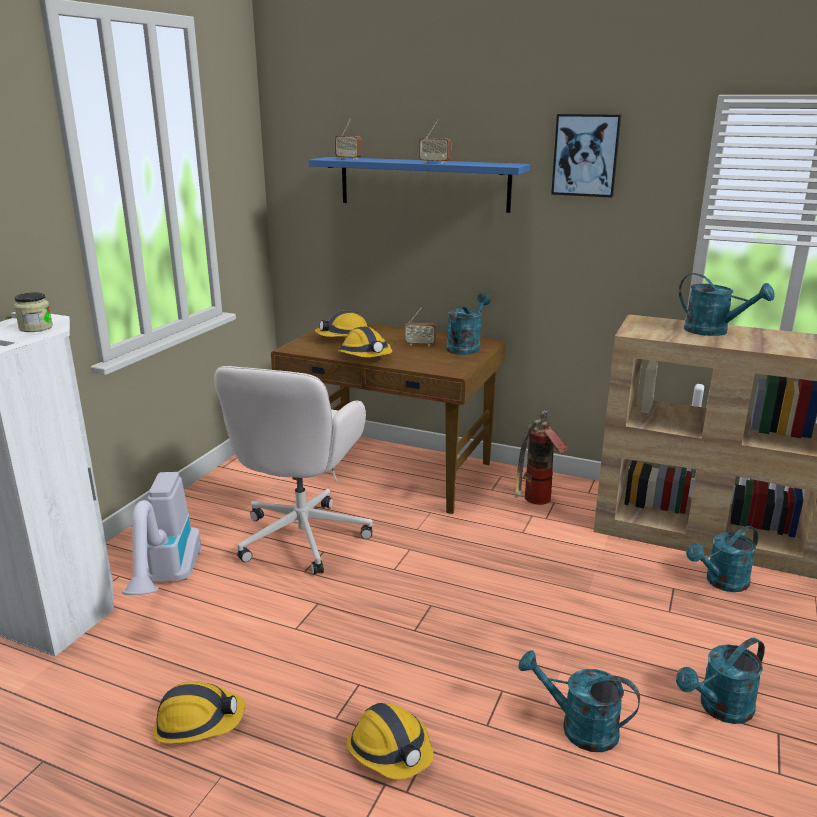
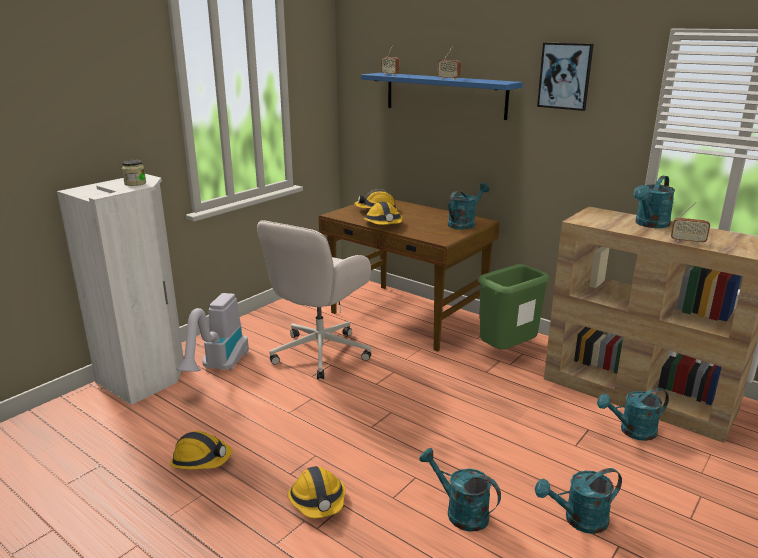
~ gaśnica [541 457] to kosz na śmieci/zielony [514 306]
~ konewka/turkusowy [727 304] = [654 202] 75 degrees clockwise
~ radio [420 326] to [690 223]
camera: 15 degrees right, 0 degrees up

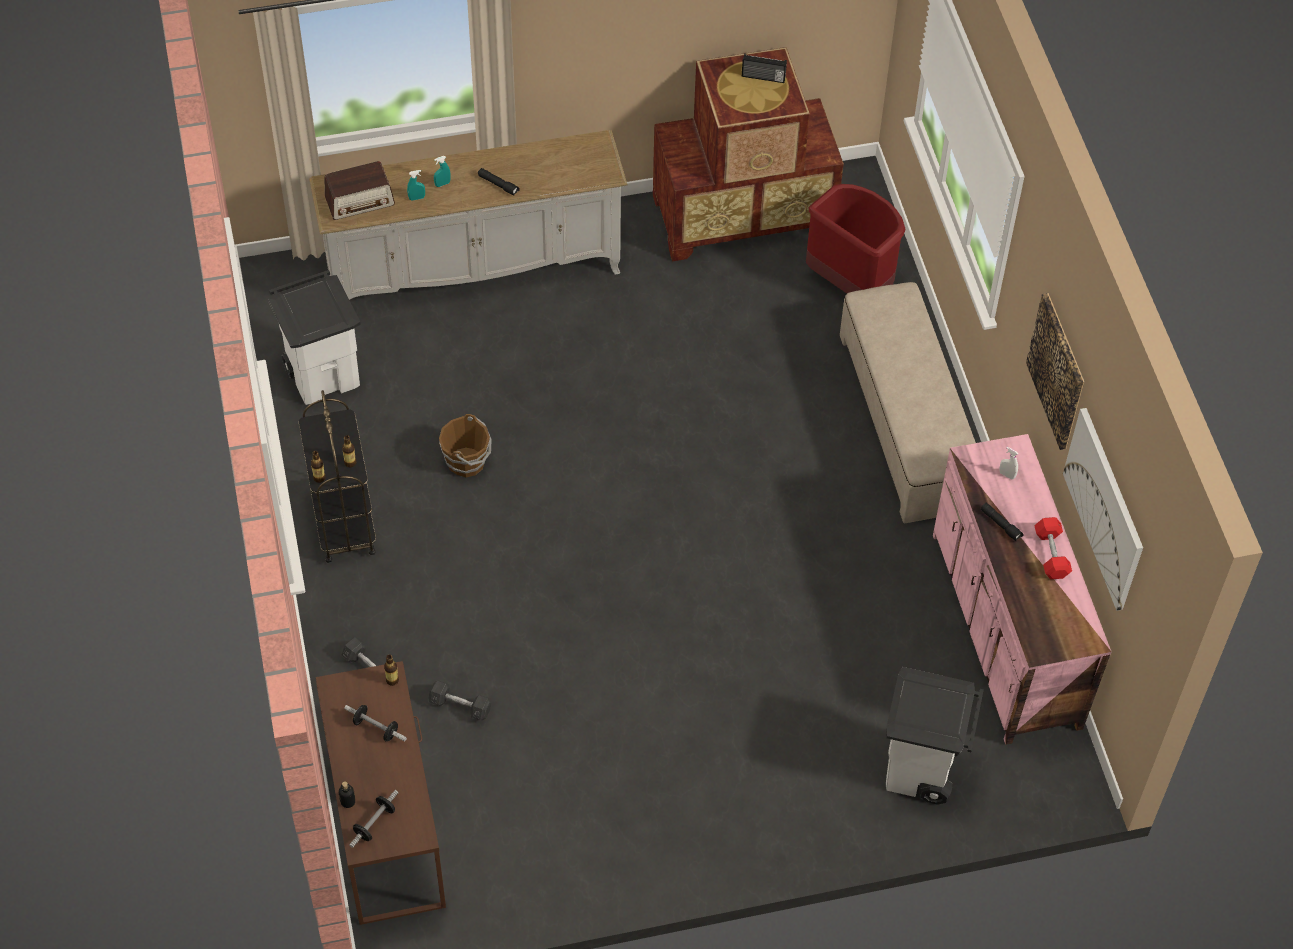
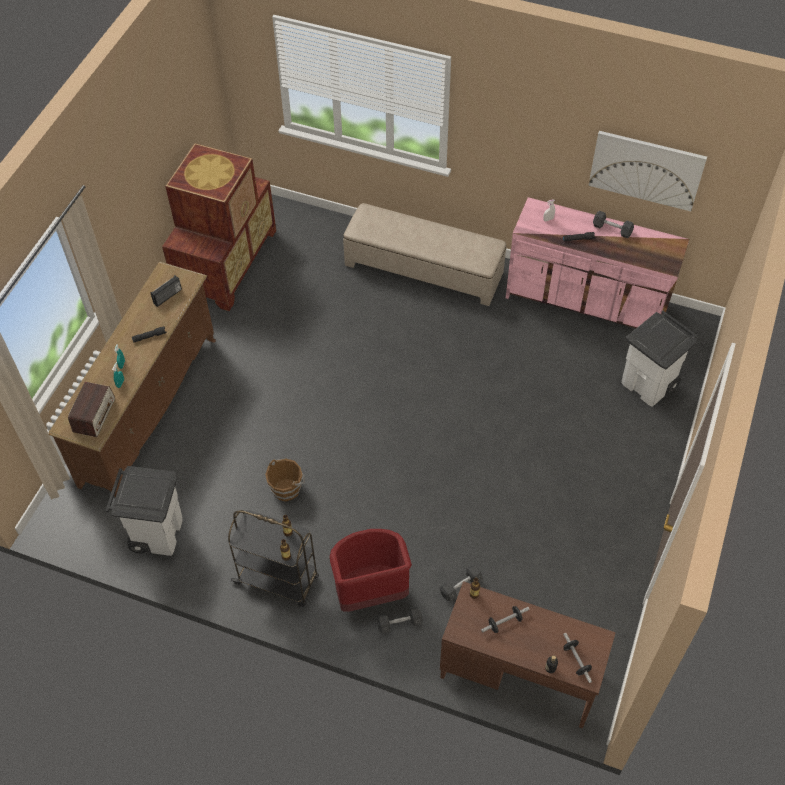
~ szafka/szary [468 215] to szafka/brązowy [132 380]
~ radio [764 68] to [166 291]
~ kosz na śmieci/czerwony [856 239] to [371 570]
~ hantel/czerwony [1053 548] to hantel/szary [613 224]
- obraz [1055 371]
camera: 55 degrees left, 0 degrees up

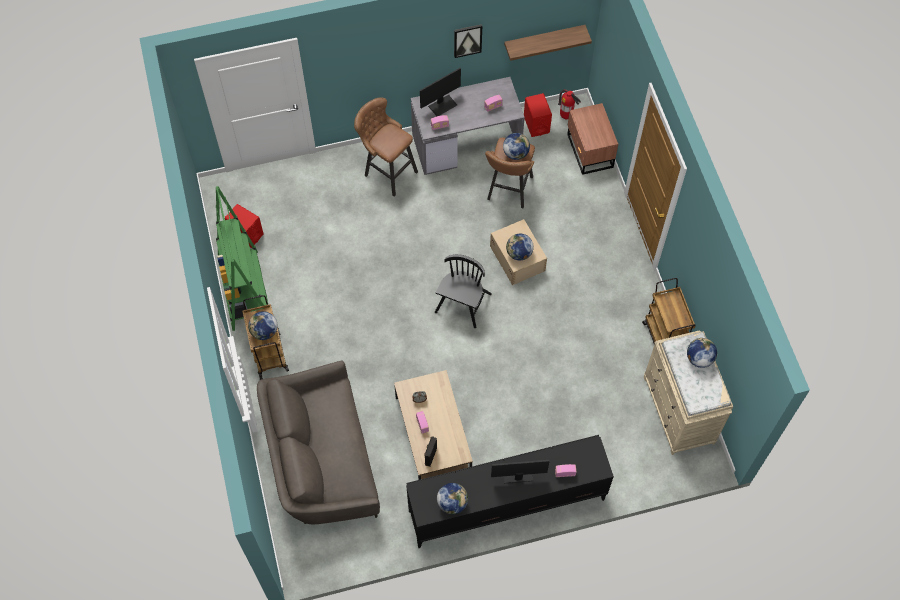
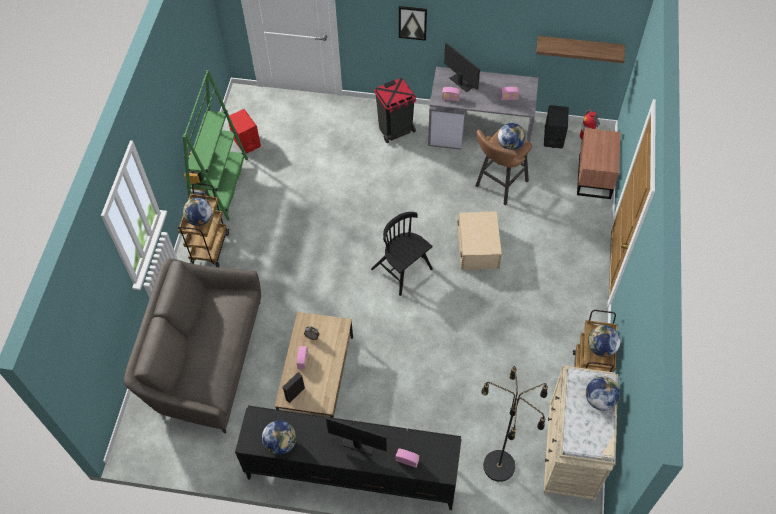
~ krzesło/czarny [463 291] = [402 254] 90 degrees counterclockwise
~ stołek/brązowy [386 146] to kosz na śmieci/czarny [395 110]
~ obraz [468 41] to [413 23]
~ monitor [440 92] = [462 67] 120 degrees counterclockwise
+ lampa stojąca [514 424]
~ głośnik/czerwony [538 115] to głośnik/czarny [556 126]
~ globus [520 247] to [604 341]
camera: 25 degrees right, 5 degrees down

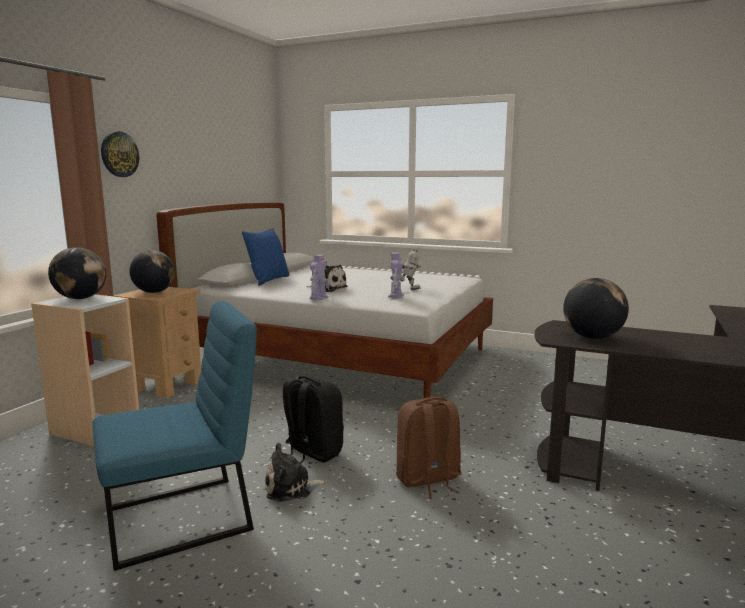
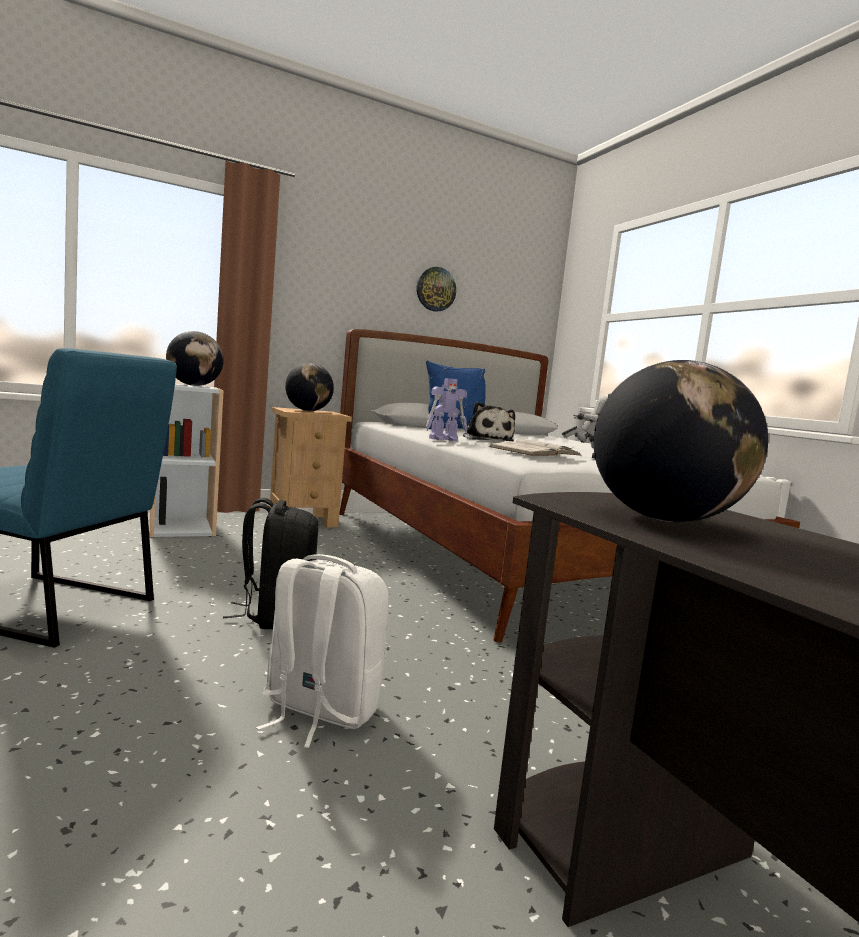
~ plecak/brązowy [429 448] to plecak/biały [322 651]
~ zegar ścienny [120 154] to [436 289]
~ robot zabawkowy [396 275] to książka/biały [535 447]
- pluszak [296 472]
camera: 40 degrees right, 5 degrees down

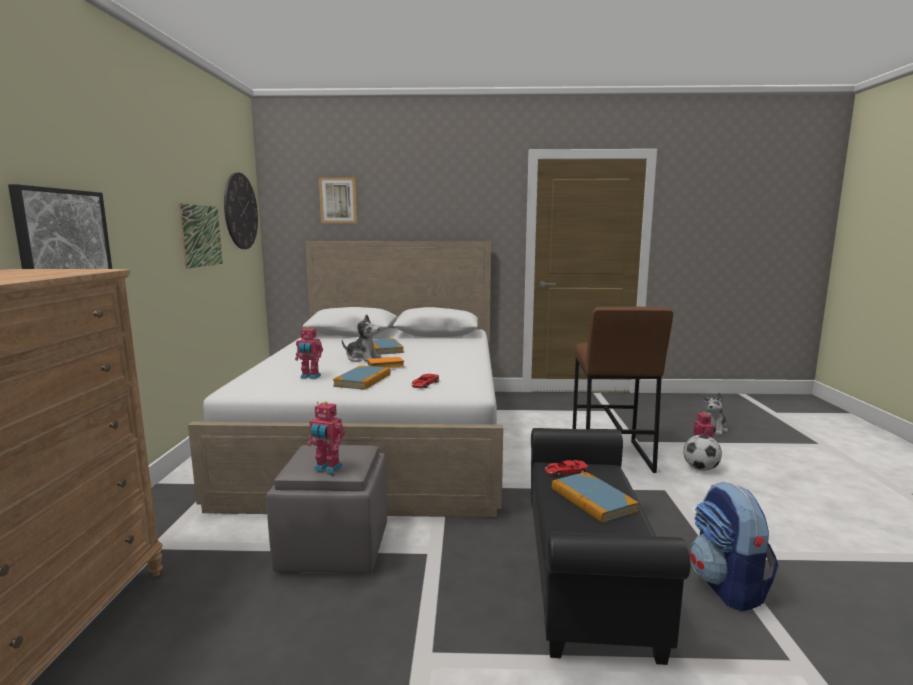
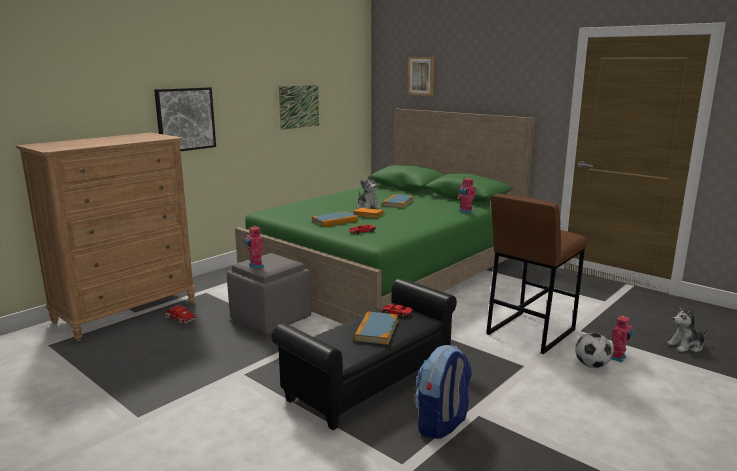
+ ciężarówka zabawkowa [180 314]
~ łóżko/biały [345 379] to łóżko/zielony [385 216]
~ robot zabawkowy [309 353] to [466 195]
- zegar ścienny [241 211]
camera: 40 degrees right, 5 degrees up

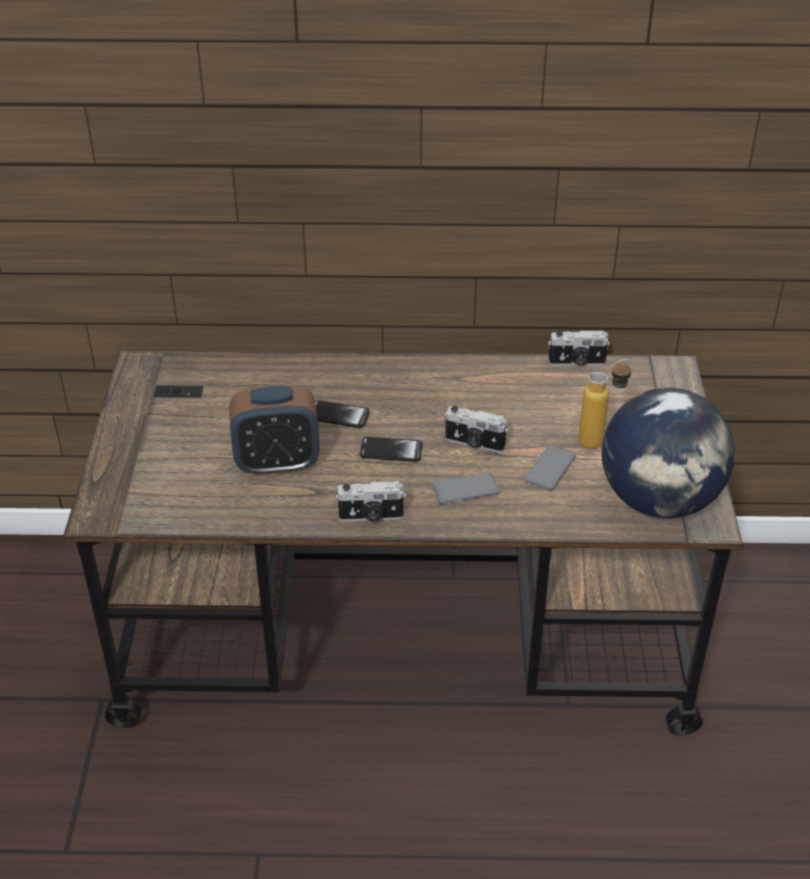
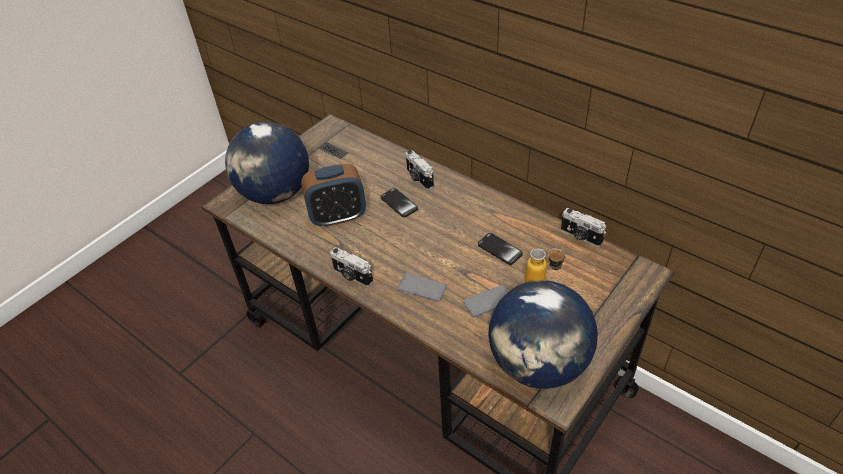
+ globus [267 163]
~ budzik [274 430] = [333 195] 45 degrees counterclockwise
~ aparat fotograficzny [476 429] to [419 170]
~ telefon [391 449] to [500 249]
camera: 40 degrees right, 5 degrees up

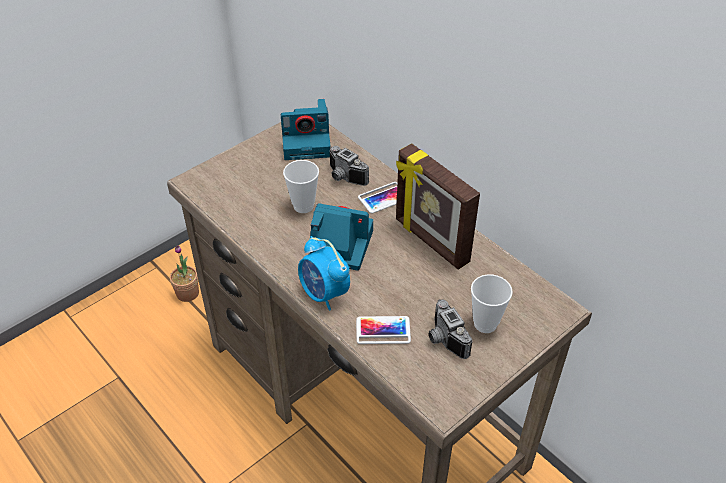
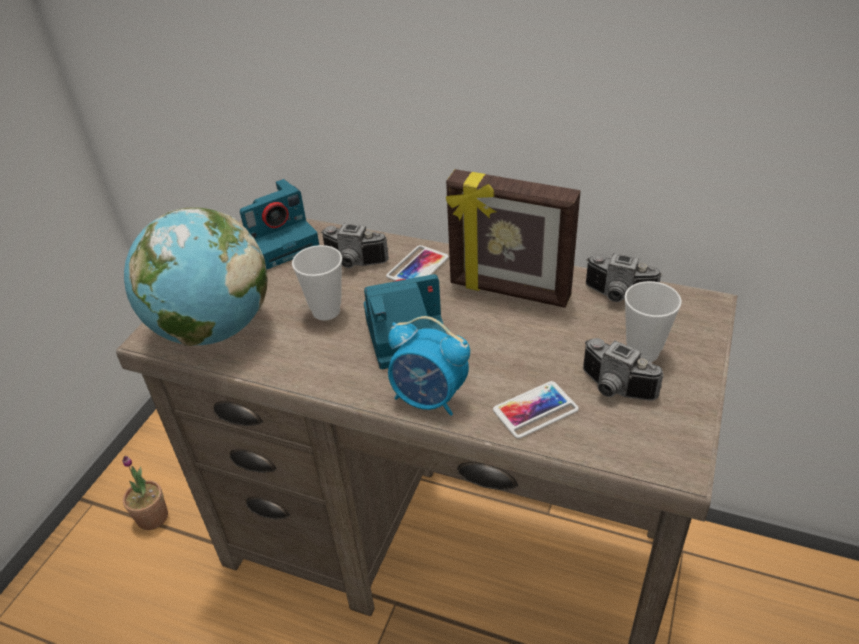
+ globus [196 276]
+ aparat fotograficzny [624 277]
camera: 25 degrees left, 5 degrees down

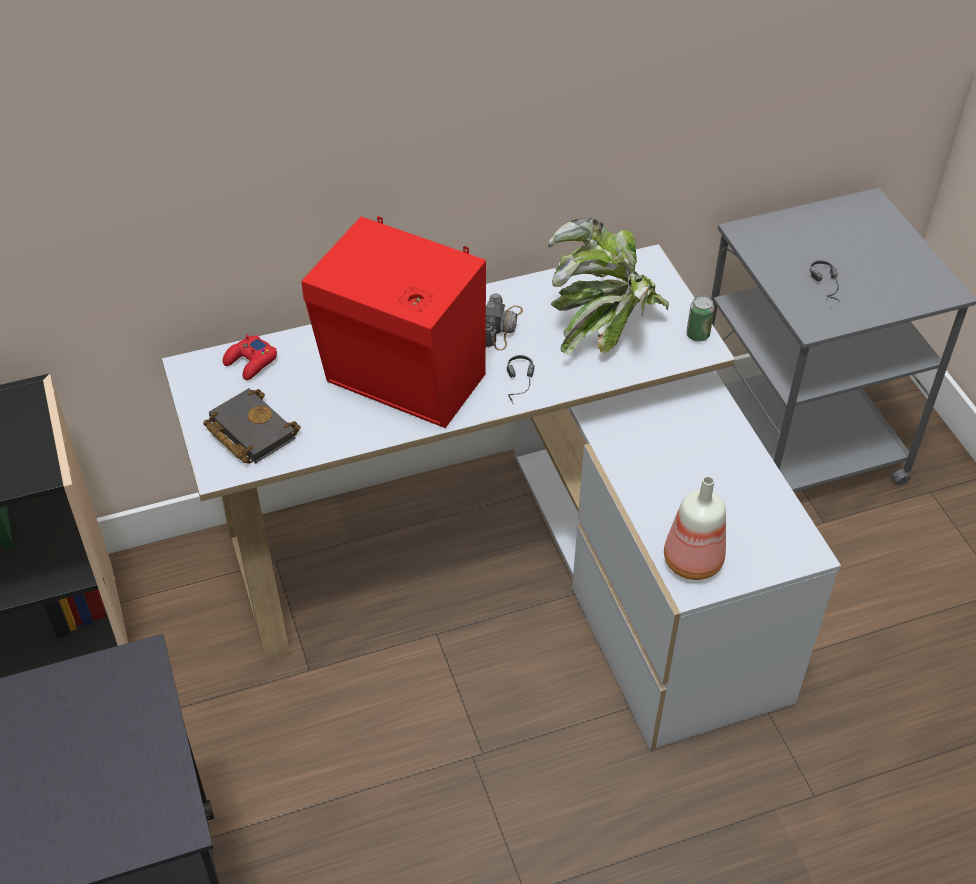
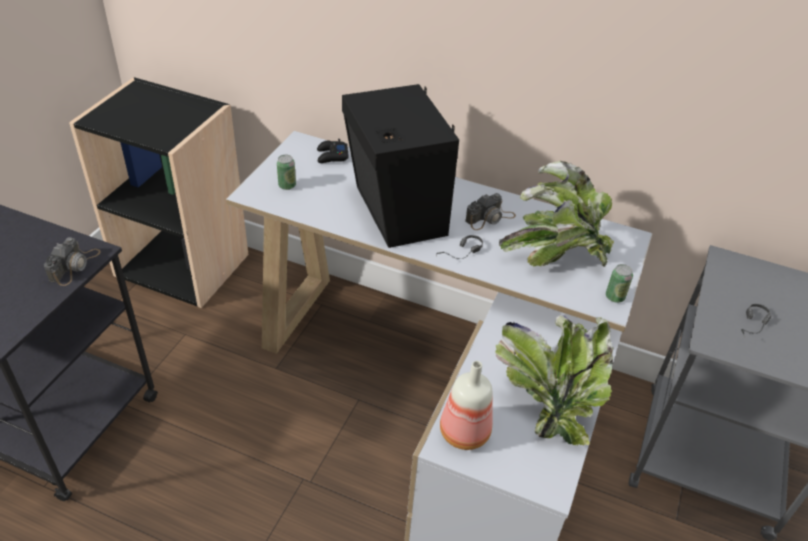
+ aparat fotograficzny [72 261]
~ książka/czarny [252 426] to puszka [286 172]
~ pad do gier/czerwony [250 357] to pad do gier/czarny [333 151]
~ głośnik/czerwony [393 322] to głośnik/czarny [400 166]
+ roślina doniczkowa [554 380]
camera: 40 degrees right, 5 degrees down

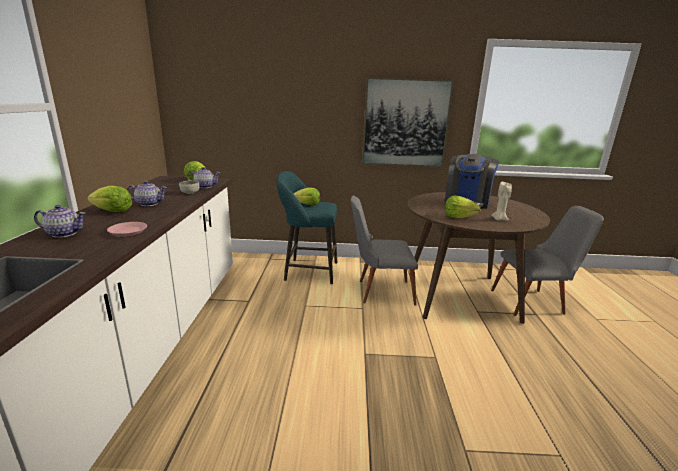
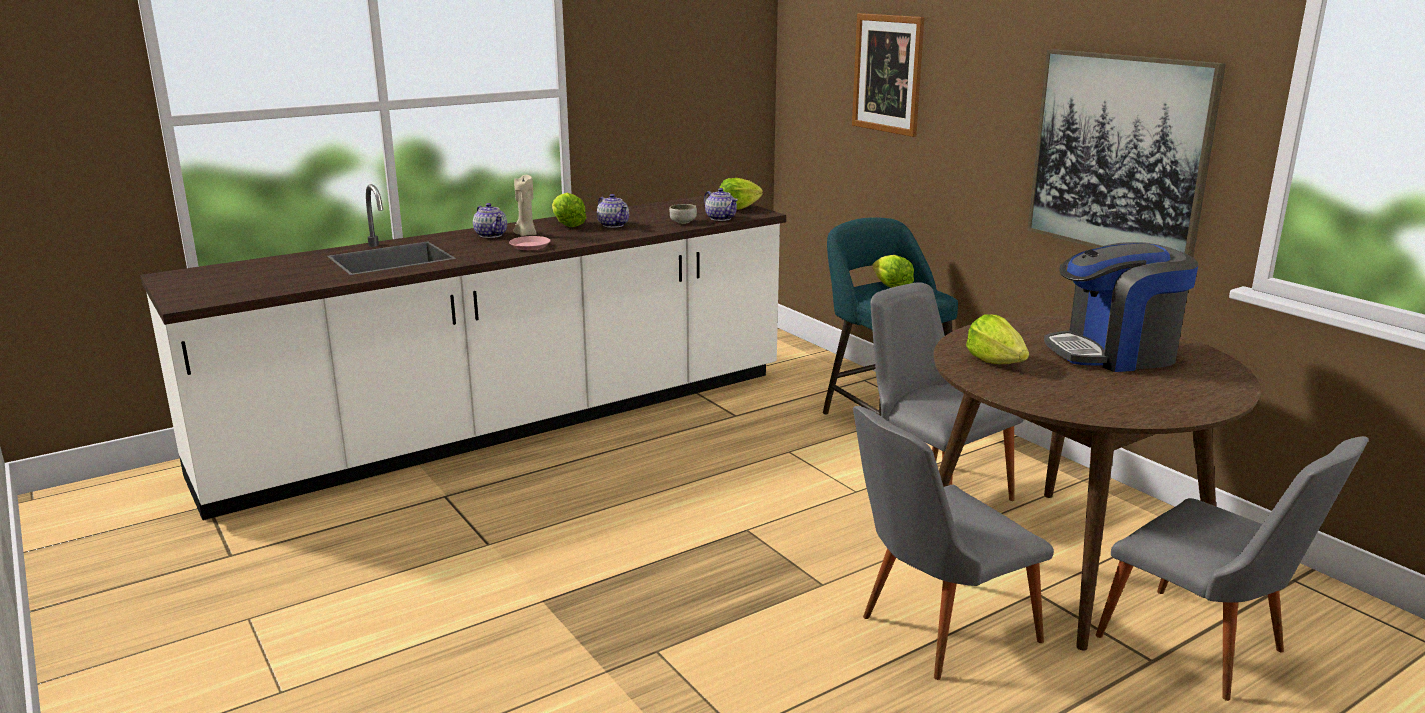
~ świeca/beżowy [501 201] to [525 205]
+ obraz [888 75]
+ krzesło/szary [953 543]
camera: 55 degrees right, 0 degrees up

